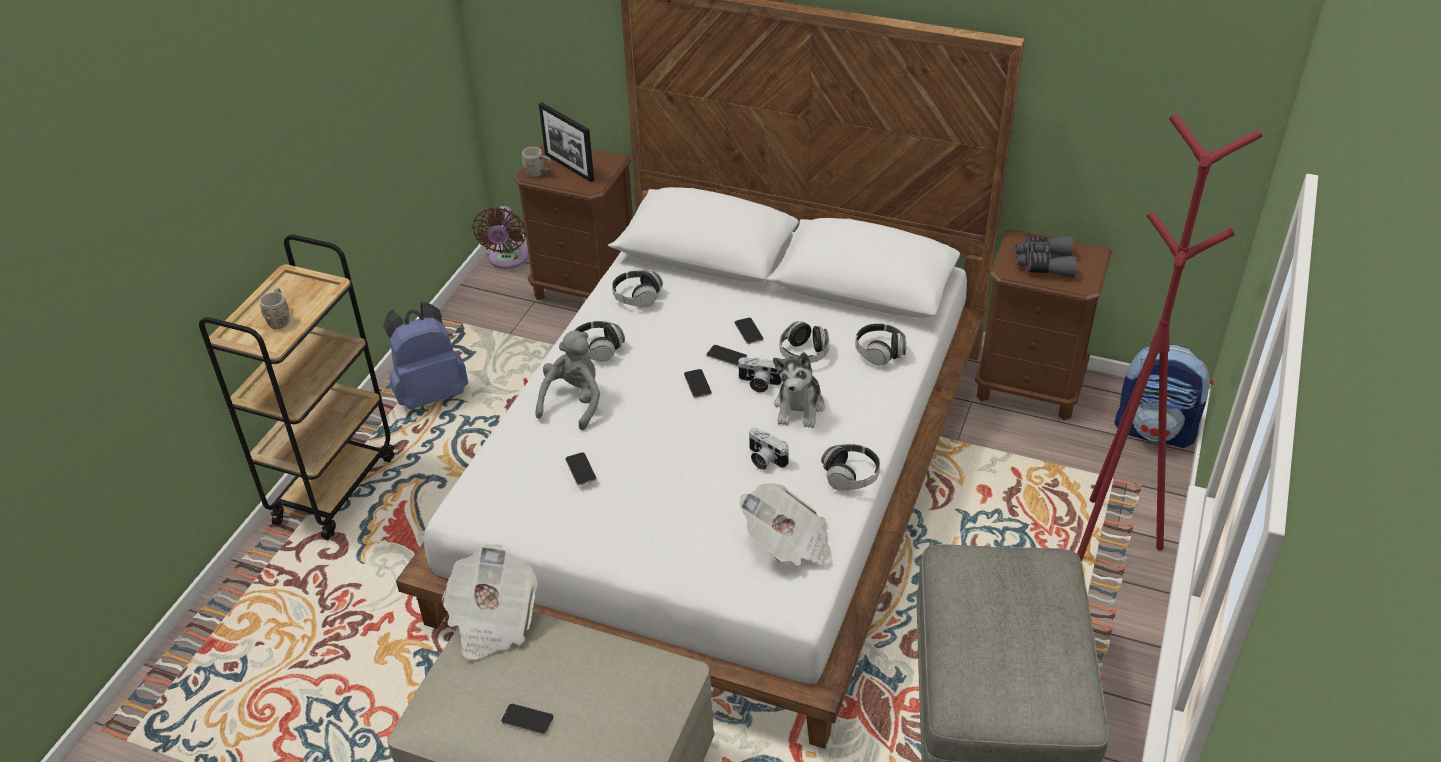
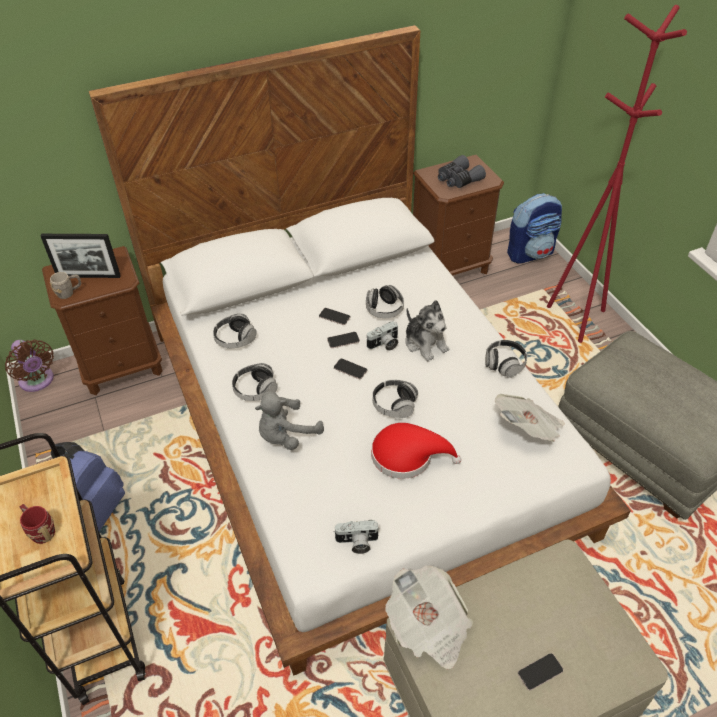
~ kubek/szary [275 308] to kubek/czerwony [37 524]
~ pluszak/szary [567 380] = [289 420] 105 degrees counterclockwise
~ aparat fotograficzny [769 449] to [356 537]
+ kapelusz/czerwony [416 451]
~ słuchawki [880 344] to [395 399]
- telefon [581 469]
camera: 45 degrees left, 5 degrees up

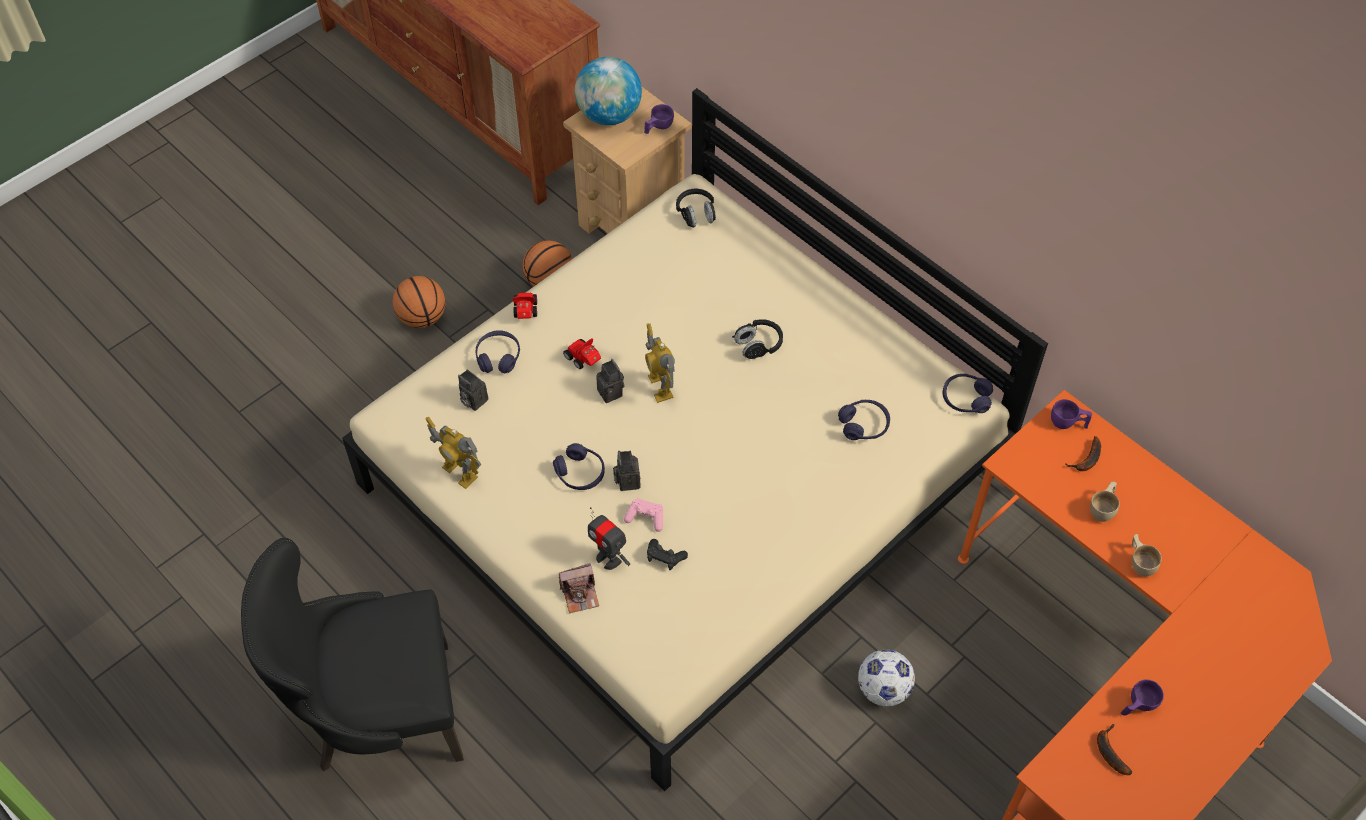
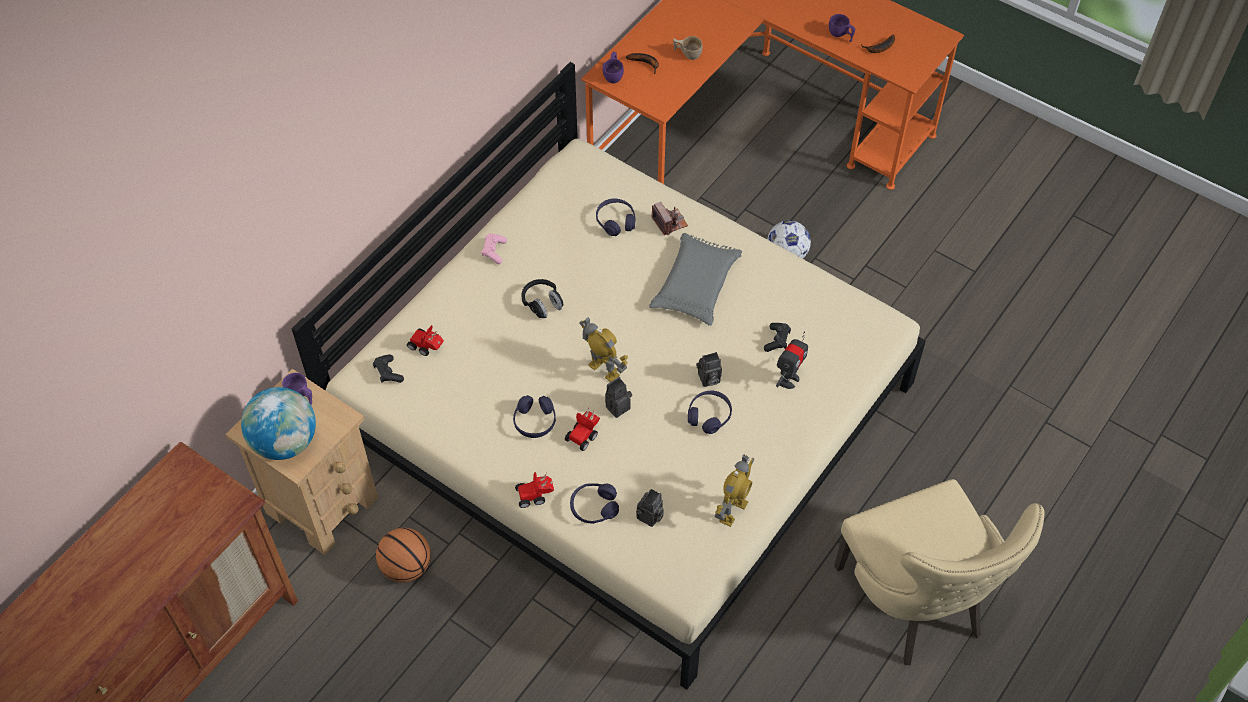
~ słuchawki/czarny [696 208] to pad do gier/czarny [388 368]
+ samochodzik [425 340]
~ pad do gier/różowy [643 515] to [494 248]
~ słuchawki/fioletowy [968 393] to [534 416]
~ robot zabawkowy [660 363] = [603 349] 105 degrees counterclockwise
+ poduszka/szary [695 279]
~ aparat fotograficzny [579 588] to [670 218]
~ krzesło/czarny [352 655] to krzesło/beżowy [939 572]
- piłka do koszykówki [419 302]
- filiżanka/beżowy [1147 555]
camera: 100 degrees left, 0 degrees up

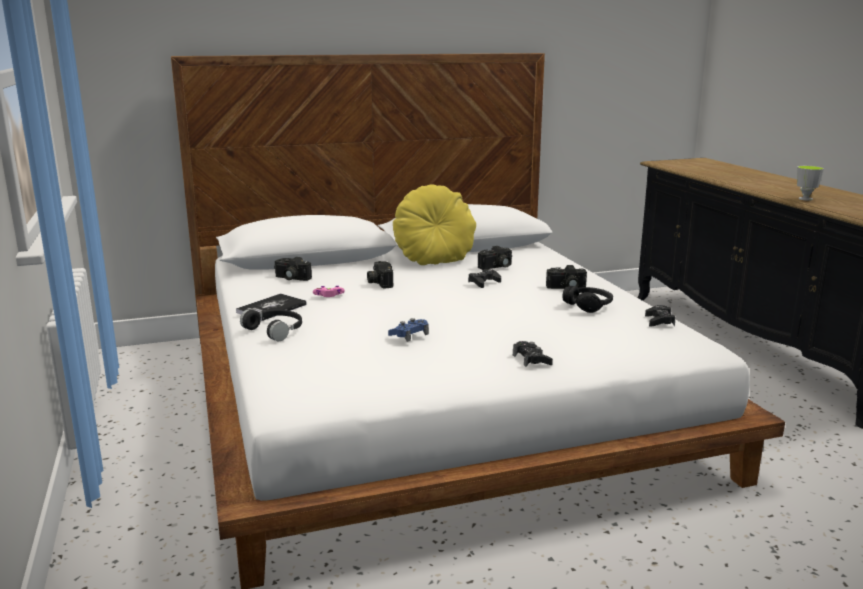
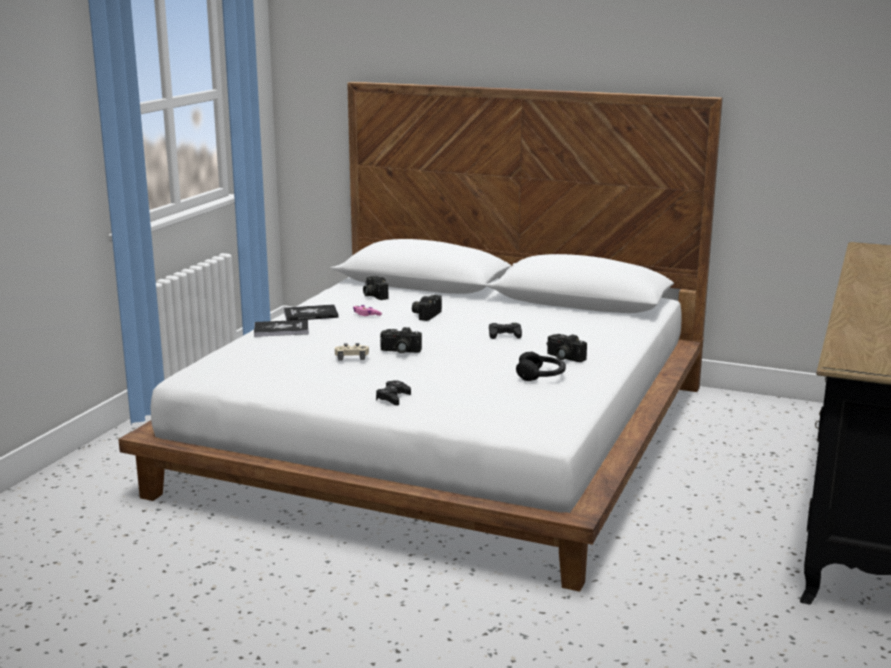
~ słuchawki/czarny [271 325] to książka [281 328]
~ pad do gier/niebieski [408 330] to pad do gier/beżowy [352 351]
~ aparat fotograficzny [495 258] to [401 340]
- poduszka/żółty [434 224]
- pad do gier/czarny [660 316]
- filiżanka [810 183]
camera: 40 degrees right, 0 degrees up

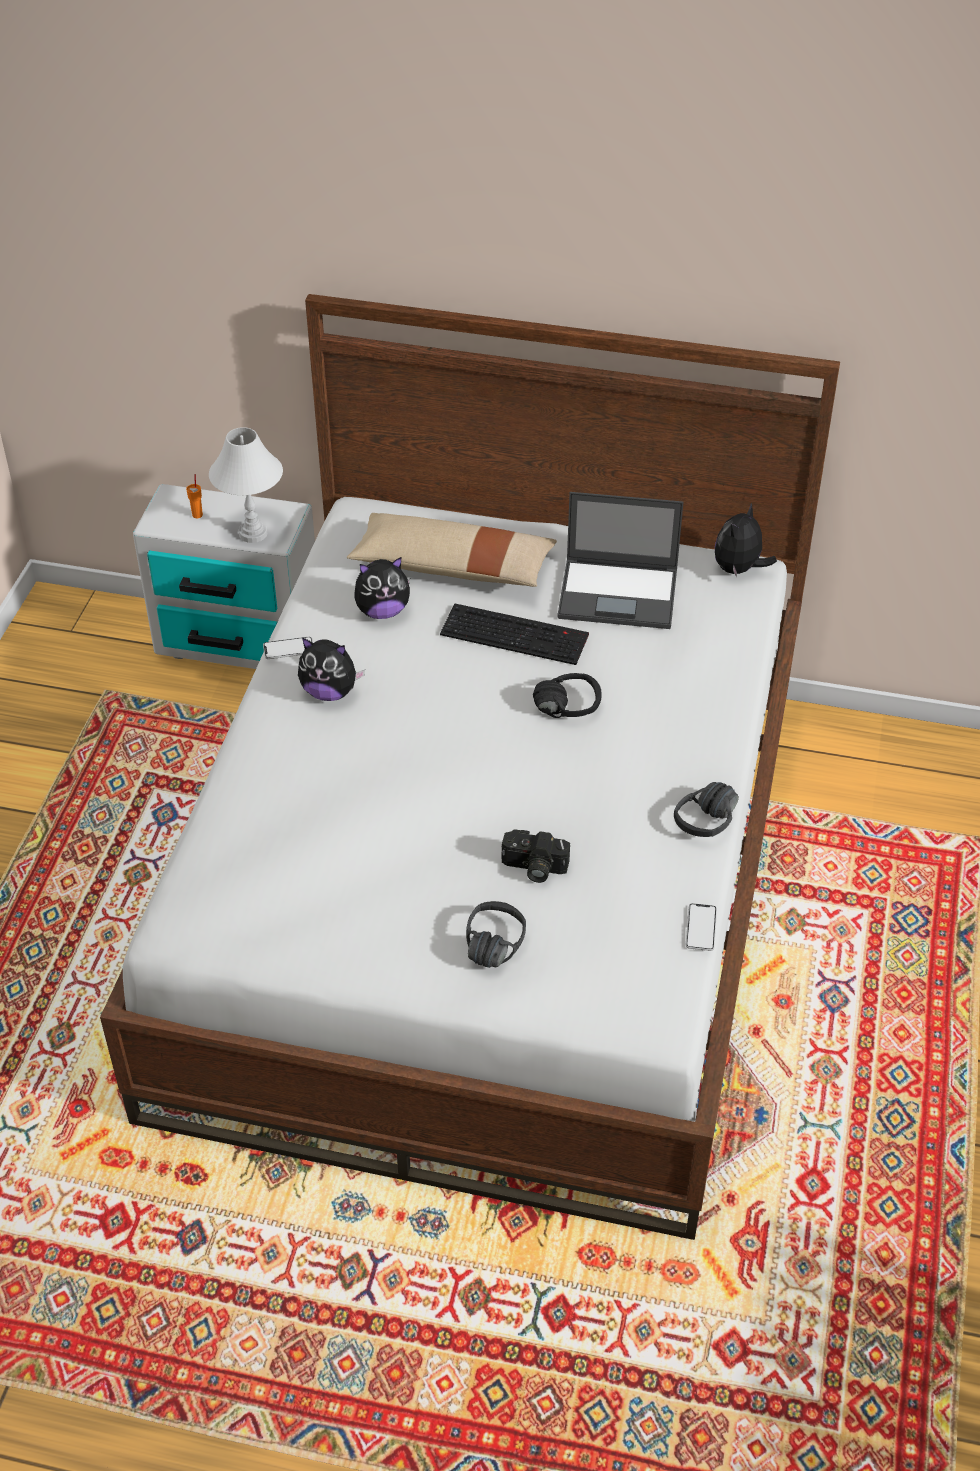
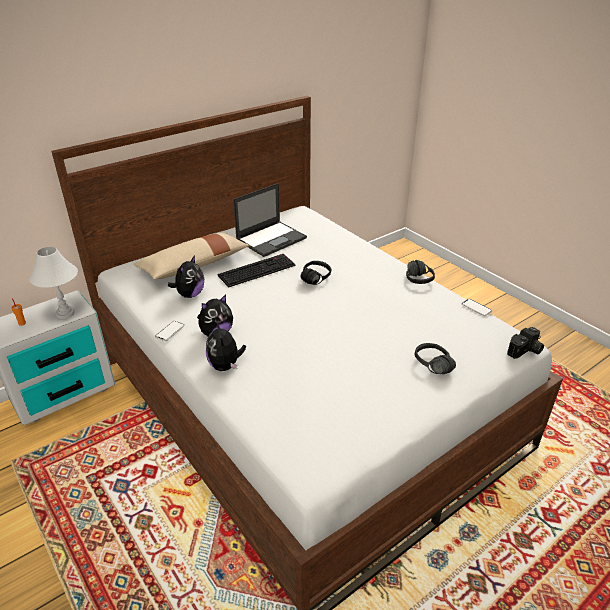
~ pluszak [746 540] to [226 346]
~ aparat fotograficzny [535 856] to [525 343]
camera: 50 degrees left, 10 degrees down

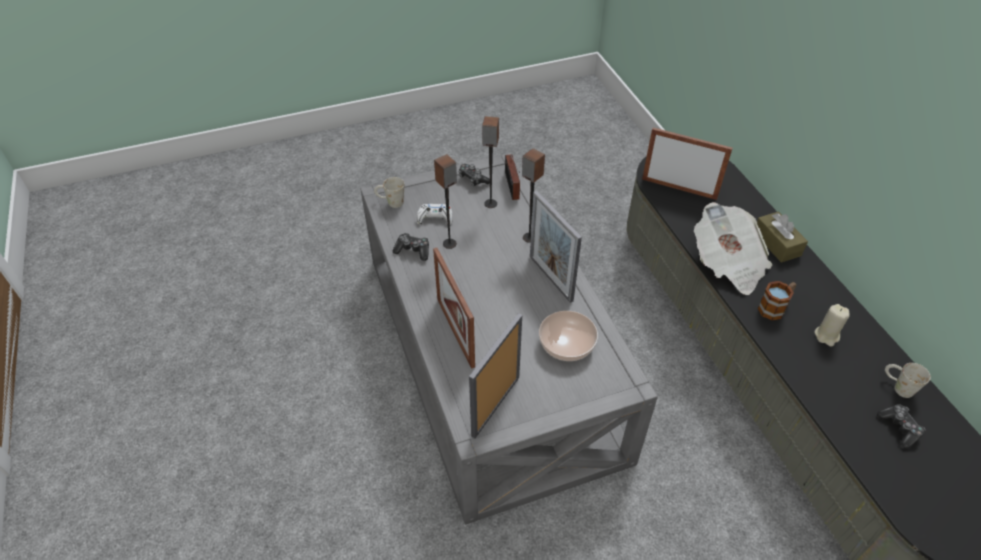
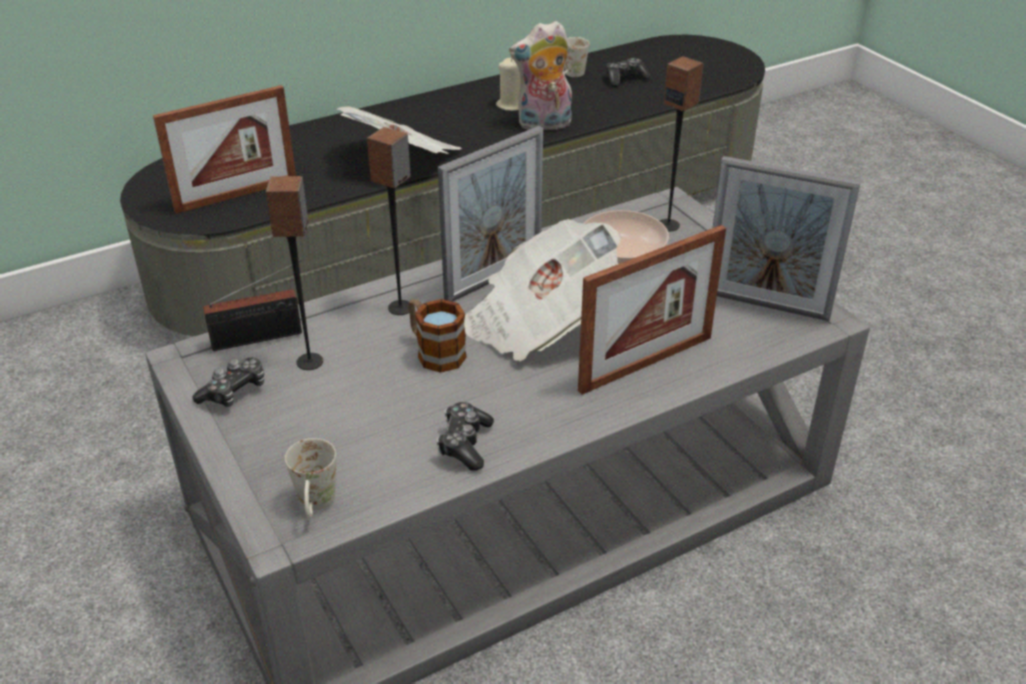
~ ramka na zdjęcie [687 163] = [224 149] 135 degrees counterclockwise
~ kubek [776 300] to [437 336]
+ gazeta [543 290]
+ pluszak [540 75]
~ głośnik [445 201] to [681 143]
- pad do gier/biały [435 214]
- pudełko chusteczek/brązowy [782 237]
camera: 100 degrees left, 10 degrees down

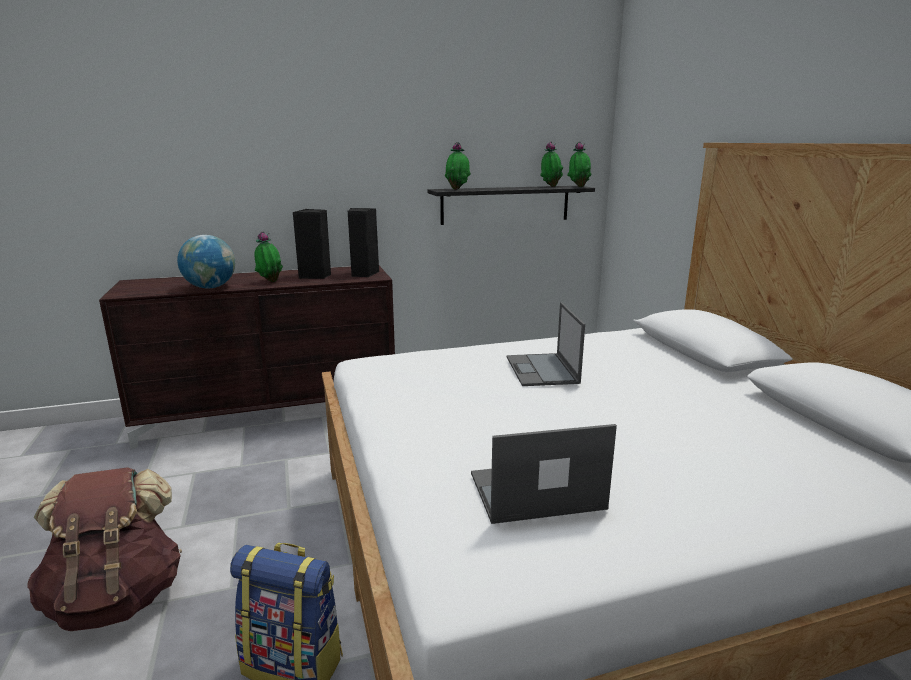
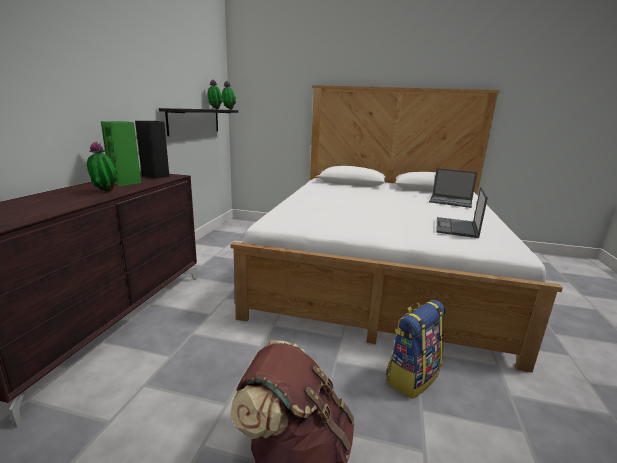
~ głośnik/czarny [312 244] to głośnik/zielony [121 153]
~ laptop [546 344] to [453 188]
- globus [206 261]
- roślina doniczkowa [458 166]
camera: 60 degrees left, 0 degrees up

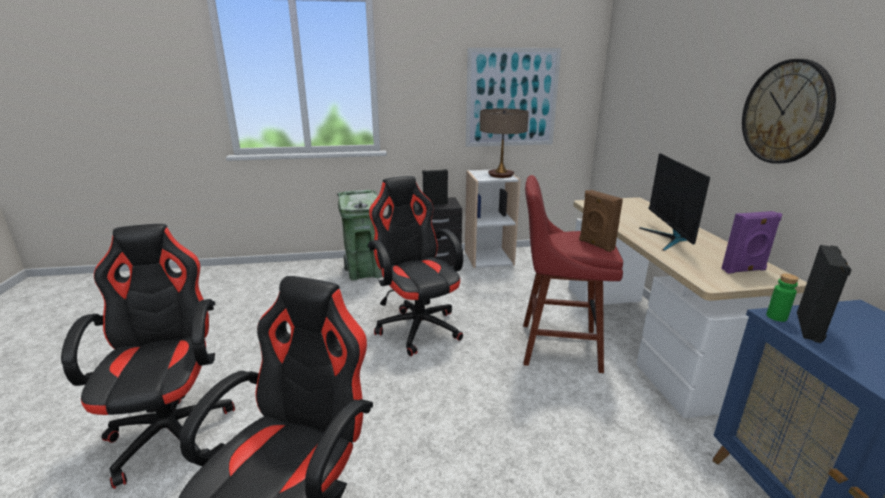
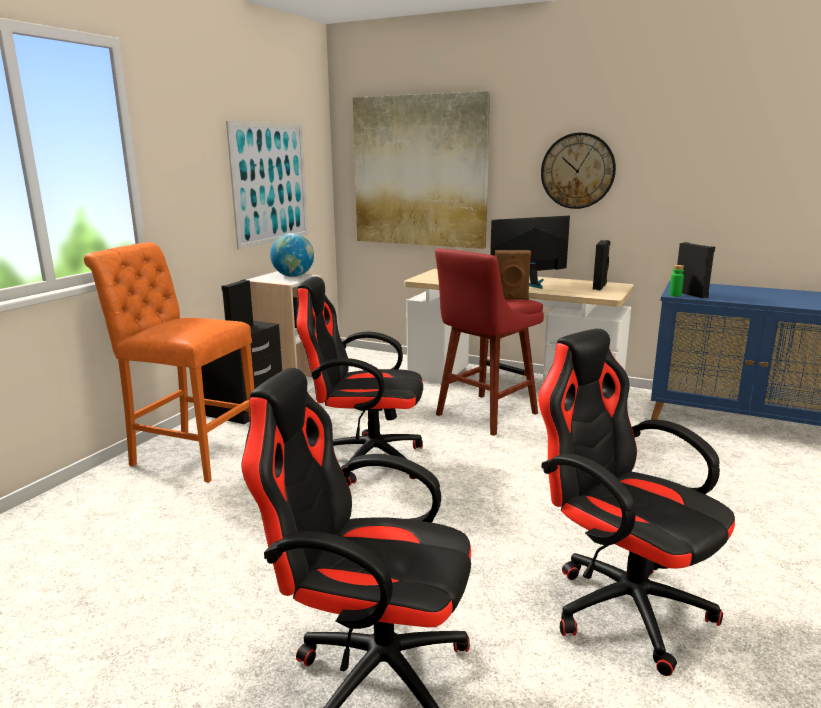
~ kosz na śmieci/zielony [360 235] to stołek/pomarańczowy [169 362]
~ lampa stołowa [504 143] to globus [292 255]
+ obraz [421 170]
~ monitor [674 202] = [530 252] 120 degrees clockwise
~ głośnik/fioletowy [751 242] to głośnik/czarny [601 265]
camera: 55 degrees left, 5 degrees down

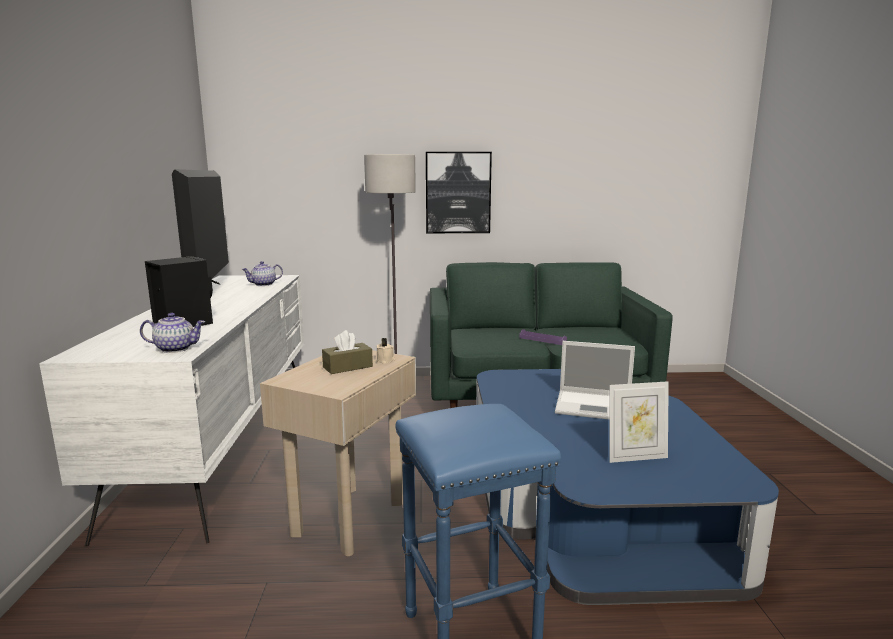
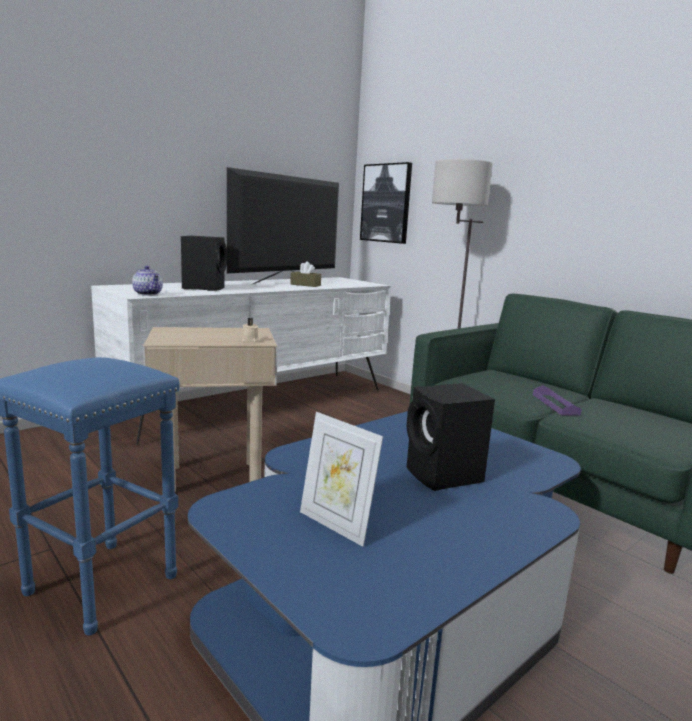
~ pudełko chusteczek/brązowy [347 352] to [305 274]
~ obraz [459 192] to [386 203]
~ laptop [595 380] to głośnik/czarny [450 437]
- imbryk [262 273]
camera: 50 degrees right, 0 degrees up

